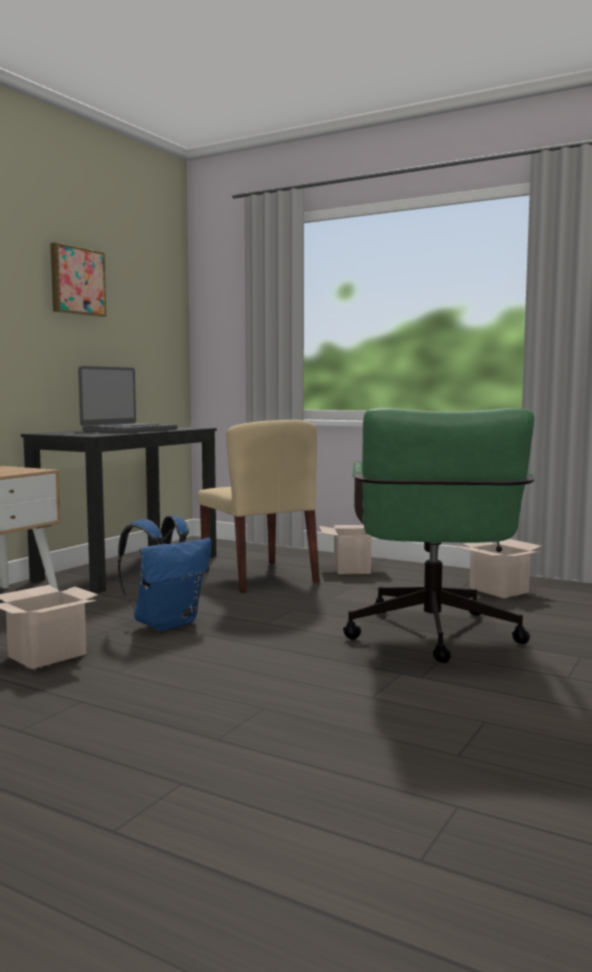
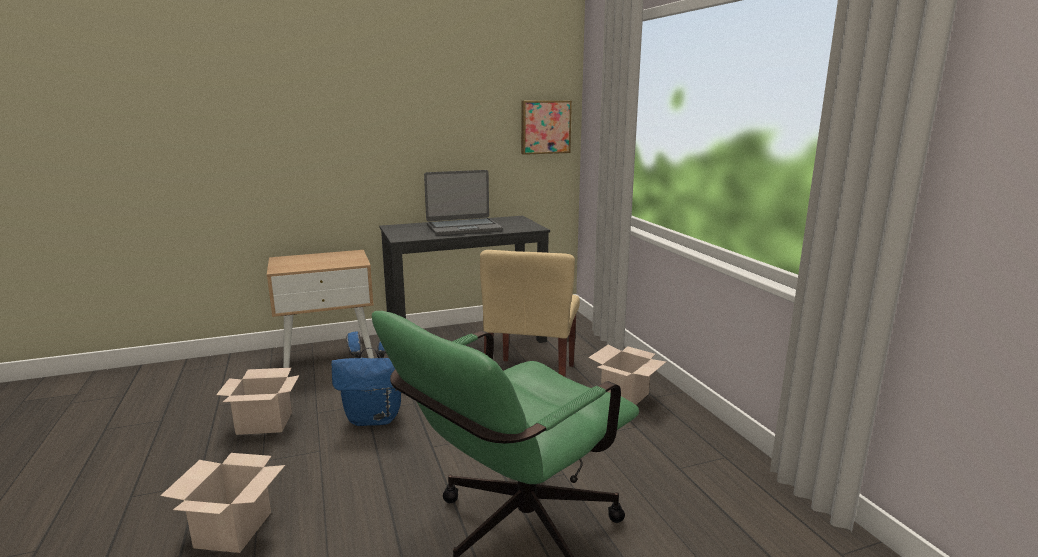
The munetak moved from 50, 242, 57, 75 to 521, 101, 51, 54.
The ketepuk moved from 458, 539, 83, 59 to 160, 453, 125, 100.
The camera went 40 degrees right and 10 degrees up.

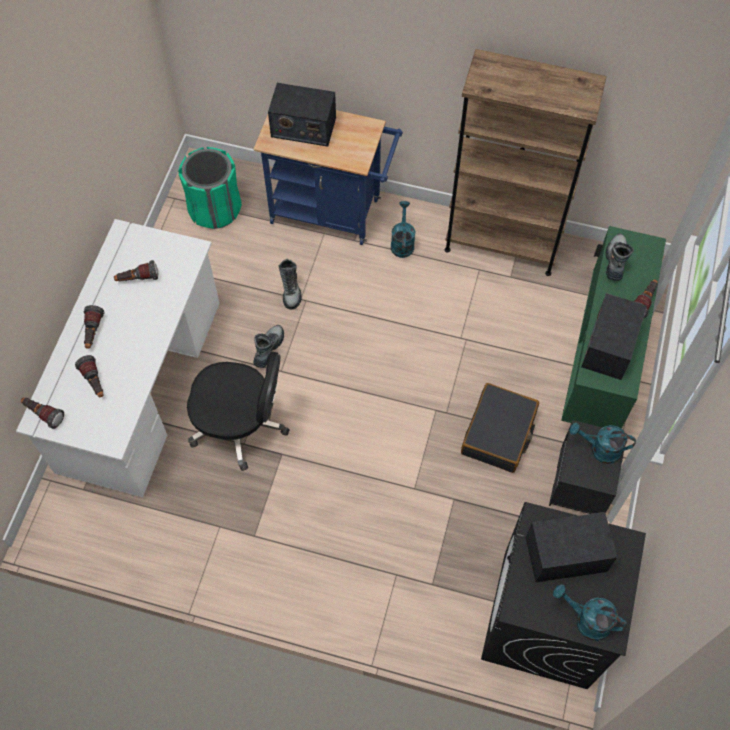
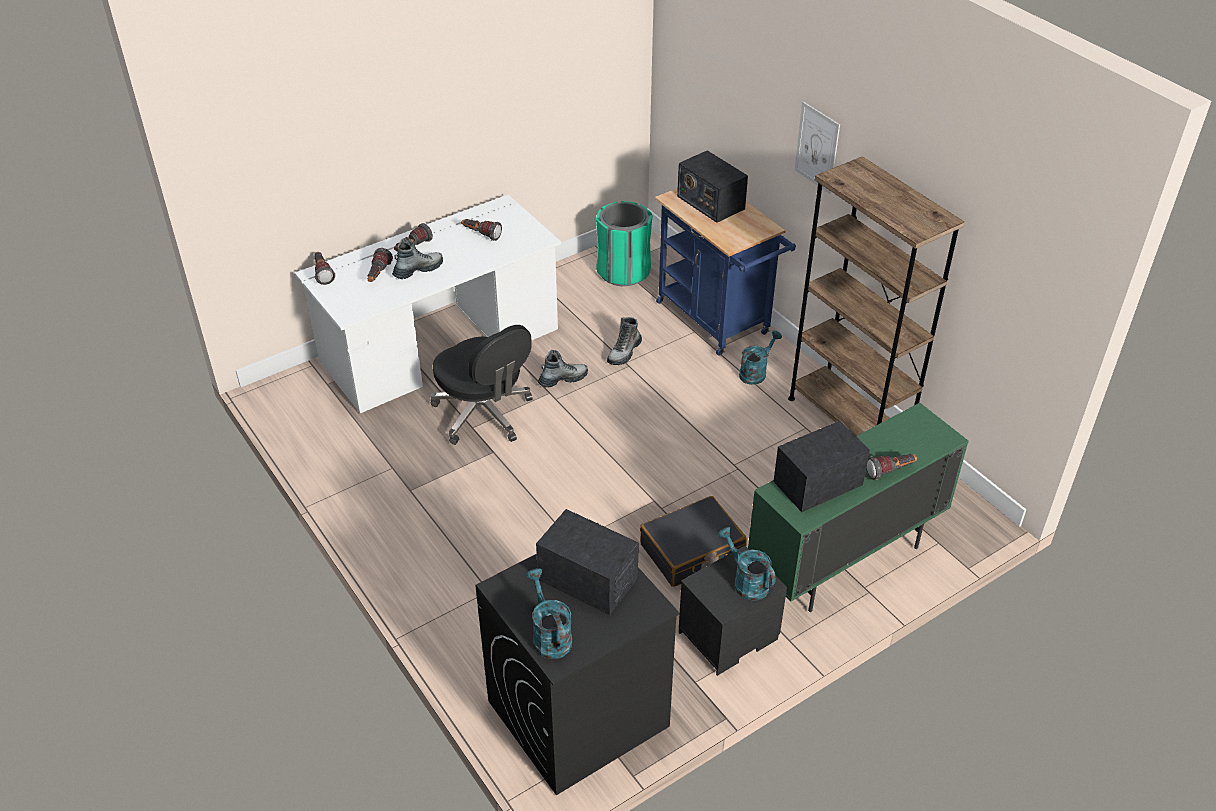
The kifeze moved from 606, 234, 28, 47 to 392, 238, 51, 41.
The munetak at 794, 102, 46, 92 appeared.
The camera went 40 degrees right and 20 degrees down.

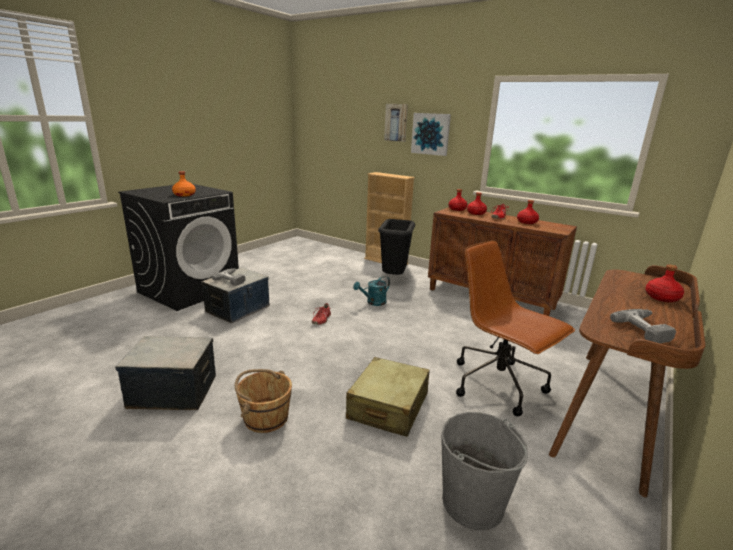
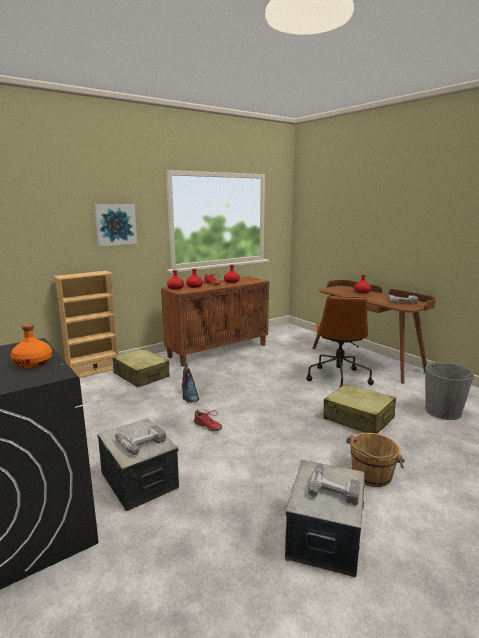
The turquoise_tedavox at 353, 276, 37, 30 was replaced by the kifeze at 182, 363, 17, 40.
The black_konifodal at 378, 219, 37, 56 was replaced by the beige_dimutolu at 113, 349, 56, 38.
The munetak at 384, 104, 24, 38 disappeared.
The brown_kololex at 456, 241, 119, 175 turned 60 degrees counterclockwise.
The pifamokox at 308, 463, 52, 42 appeared.
The camera went 70 degrees left and 5 degrees down.

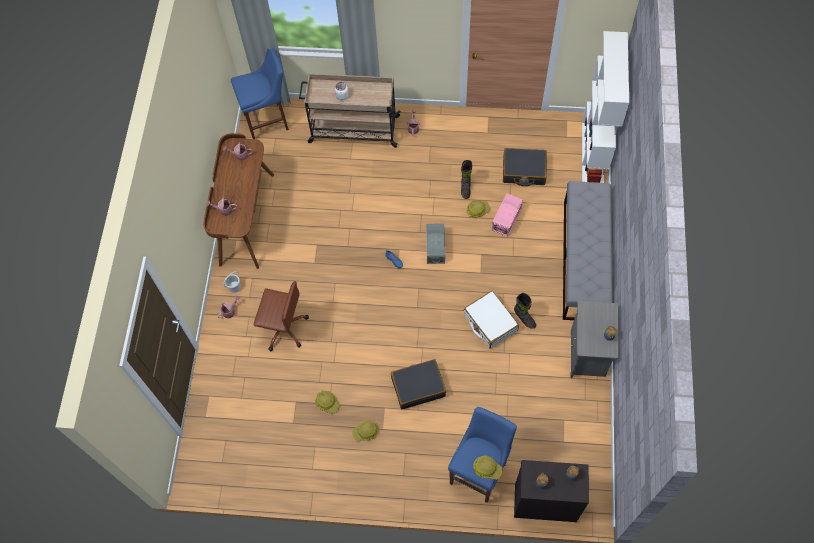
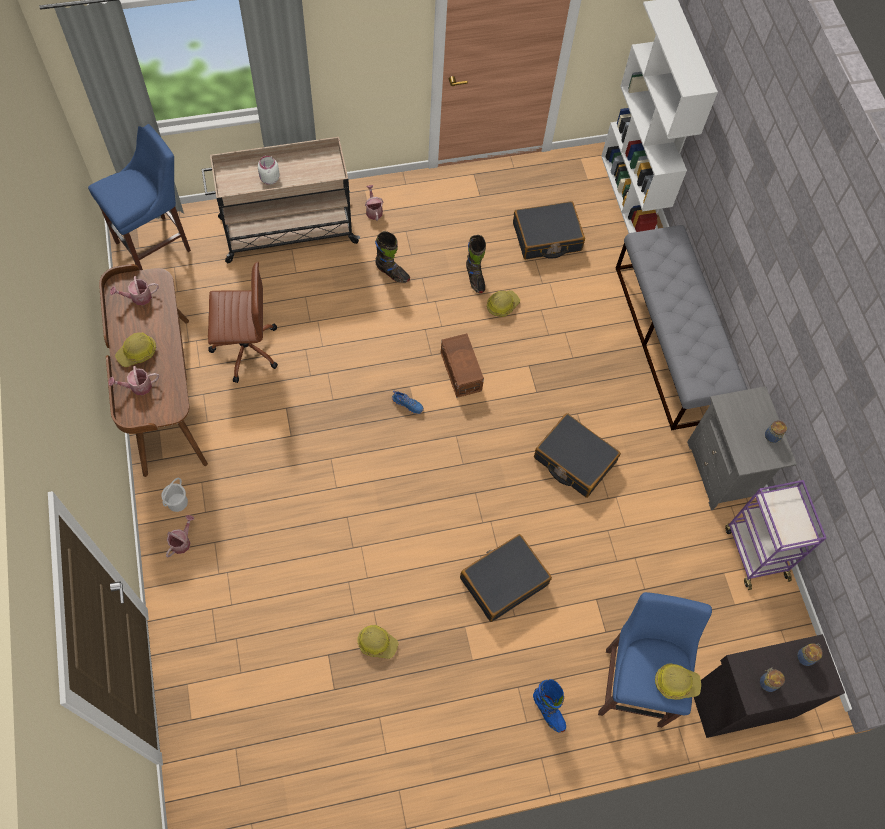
The brown_kololex moved from 254, 281, 55, 70 to 208, 262, 70, 121.
The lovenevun moved from 352, 420, 27, 22 to 115, 333, 41, 34.
The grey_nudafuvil at 426, 223, 19, 41 became the brown_nudafuvil at 441, 333, 43, 65.
The white_dimutolu at 464, 291, 55, 58 became the black_dimutolu at 534, 413, 87, 85.
The pink_nudafuvil at 492, 194, 31, 42 disappeared.
The black_kifeze moved from 514, 293, 22, 36 to 375, 231, 35, 52.
The blue_kifeze at 533, 679, 33, 54 appeared.
The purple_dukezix at 725, 480, 101, 110 appeared.
The camera went 25 degrees left and 0 degrees up.

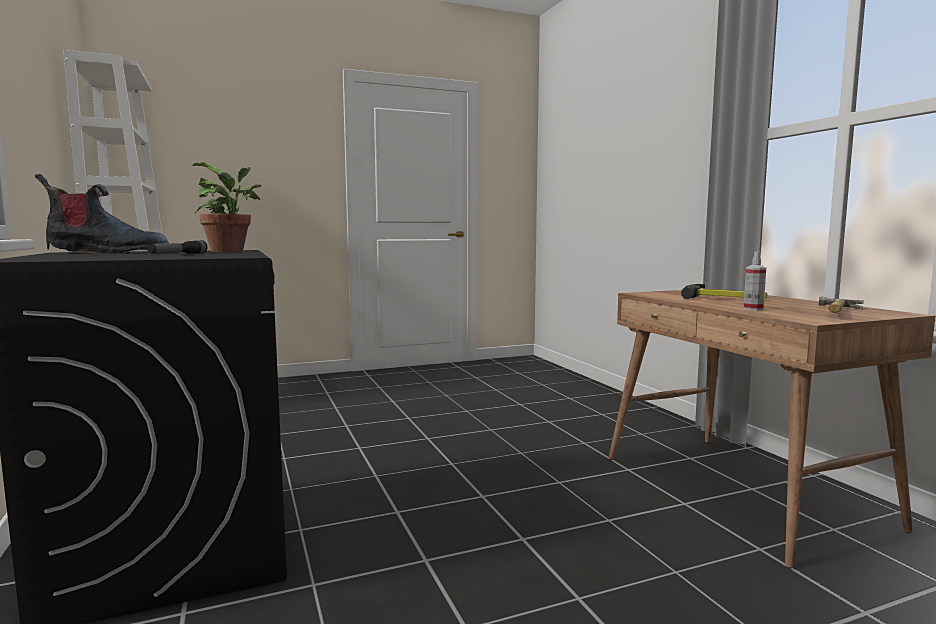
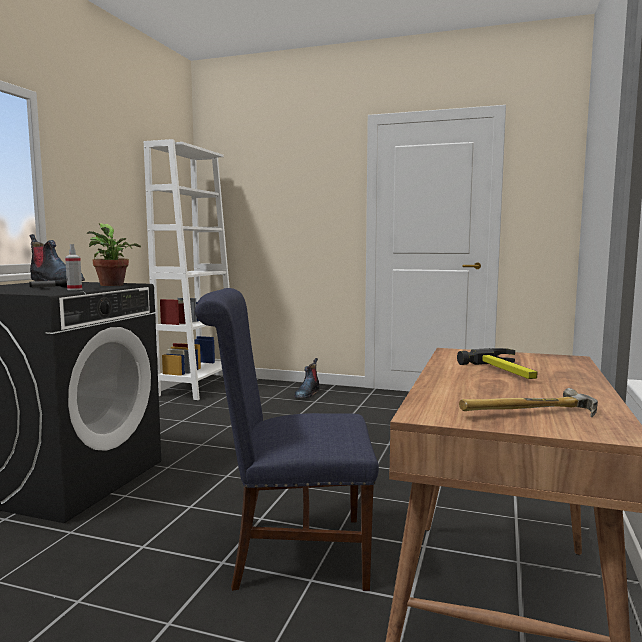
The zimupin moved from 743, 251, 23, 60 to 65, 244, 17, 46.
The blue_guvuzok at 195, 288, 184, 303 appeared.
The kifeze at 294, 358, 26, 40 appeared.
The camera went 40 degrees right and 0 degrees up.

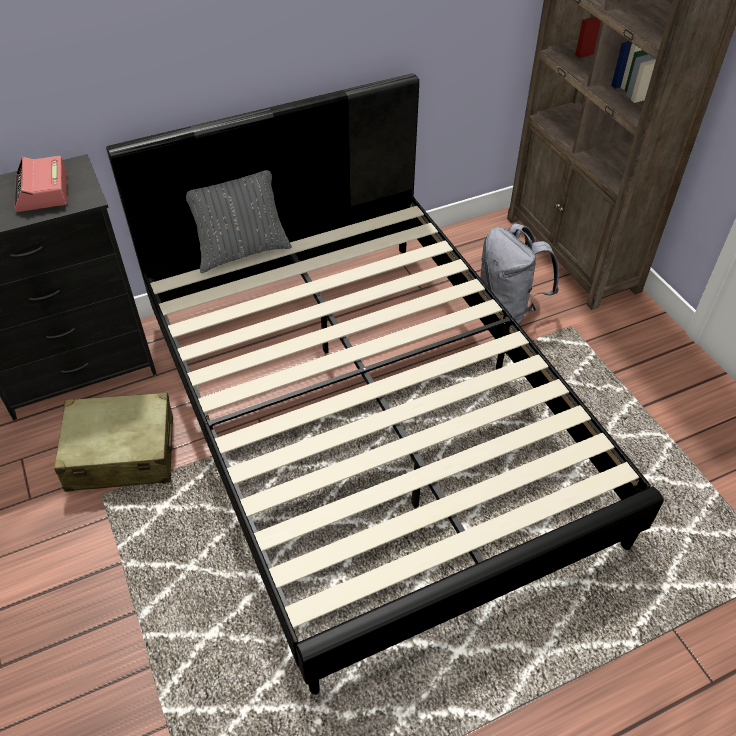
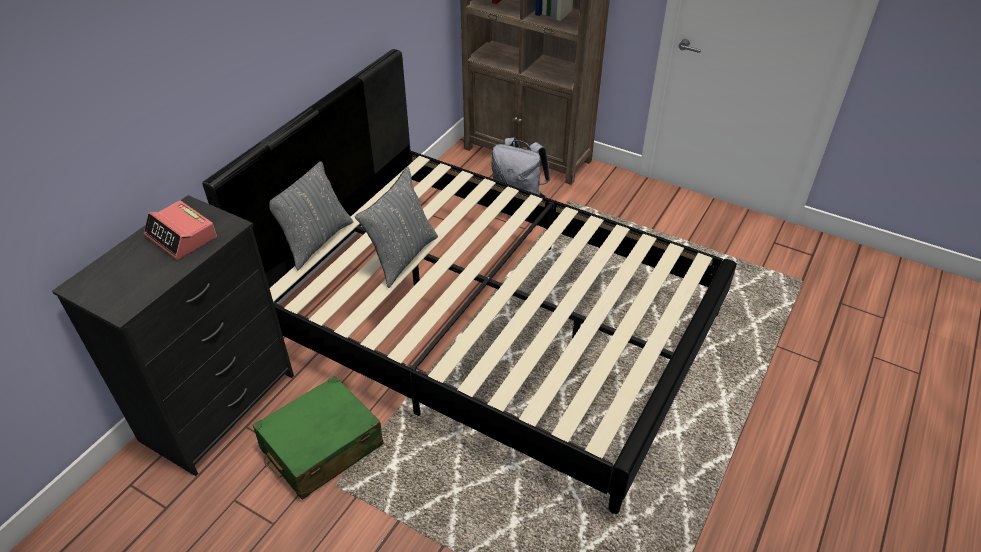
The beige_dimutolu at 54, 392, 119, 100 became the green_dimutolu at 253, 376, 131, 124.
The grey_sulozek at 355, 166, 83, 122 appeared.
The camera went 35 degrees left and 5 degrees down.

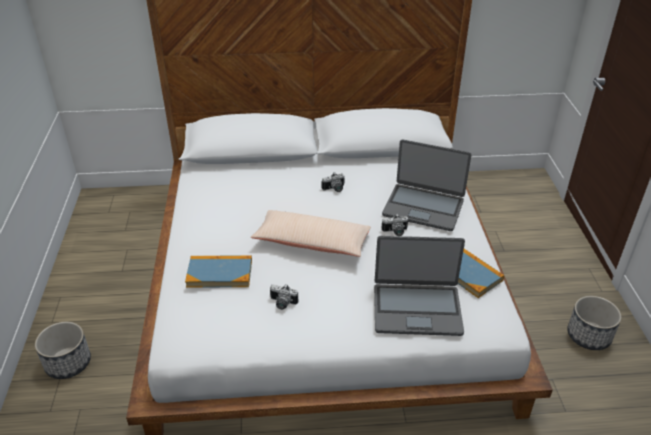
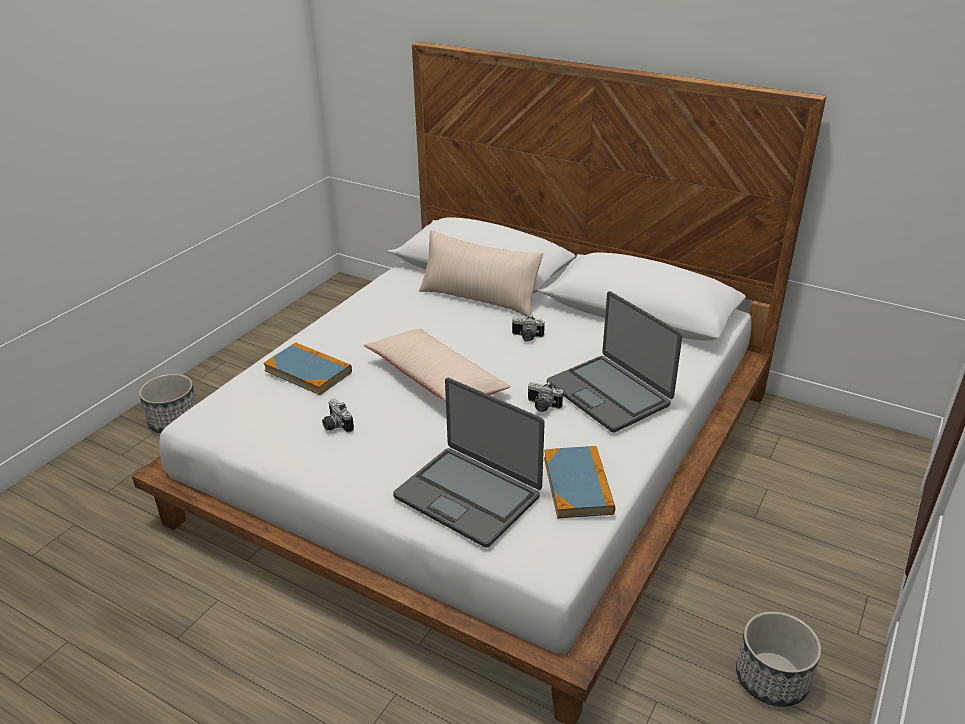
The beige_sulozek at 419, 230, 124, 87 appeared.
The camera went 35 degrees right and 5 degrees down.

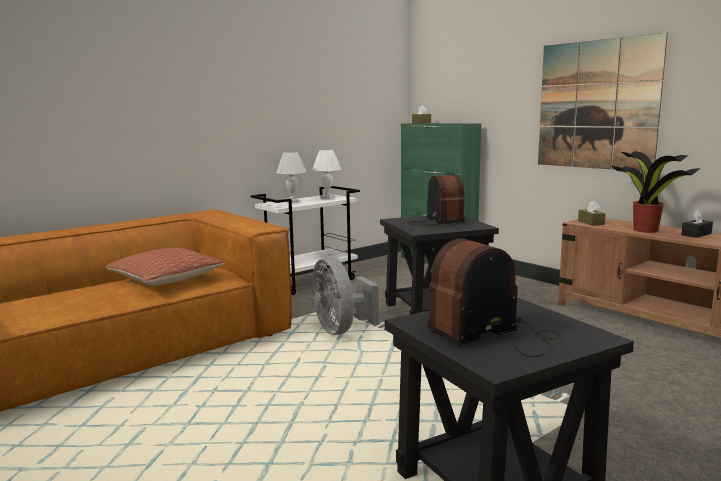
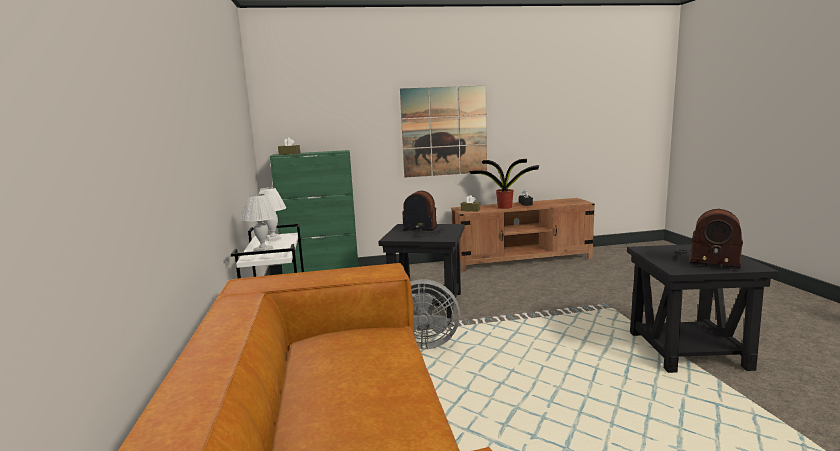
The sulozek at 106, 247, 119, 38 disappeared.
The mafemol at 427, 239, 133, 118 turned 60 degrees counterclockwise.
The camera went 60 degrees left and 0 degrees up.

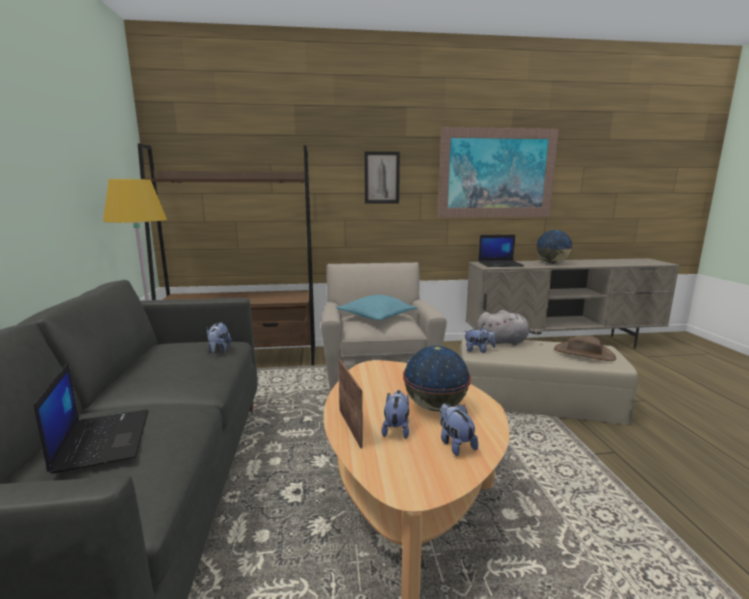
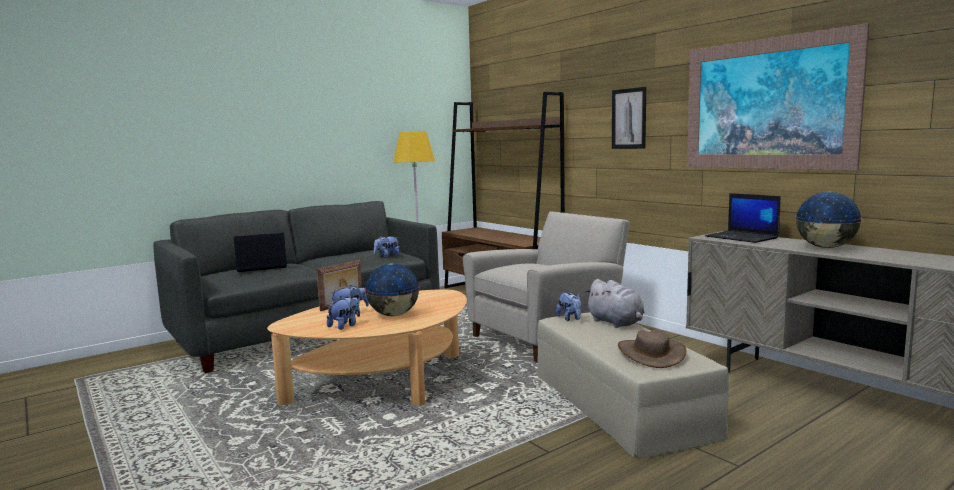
The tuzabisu at 34, 363, 115, 111 turned 150 degrees counterclockwise.
The turquoise_sulozek at 336, 295, 81, 26 disappeared.
The camera went 60 degrees right and 5 degrees down.

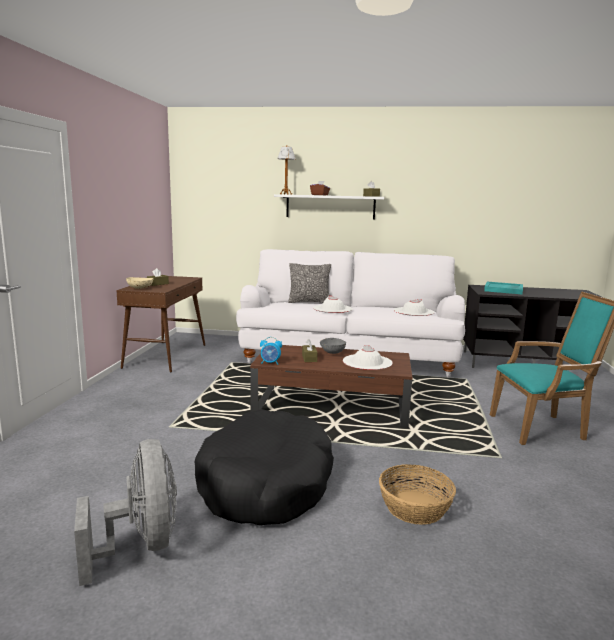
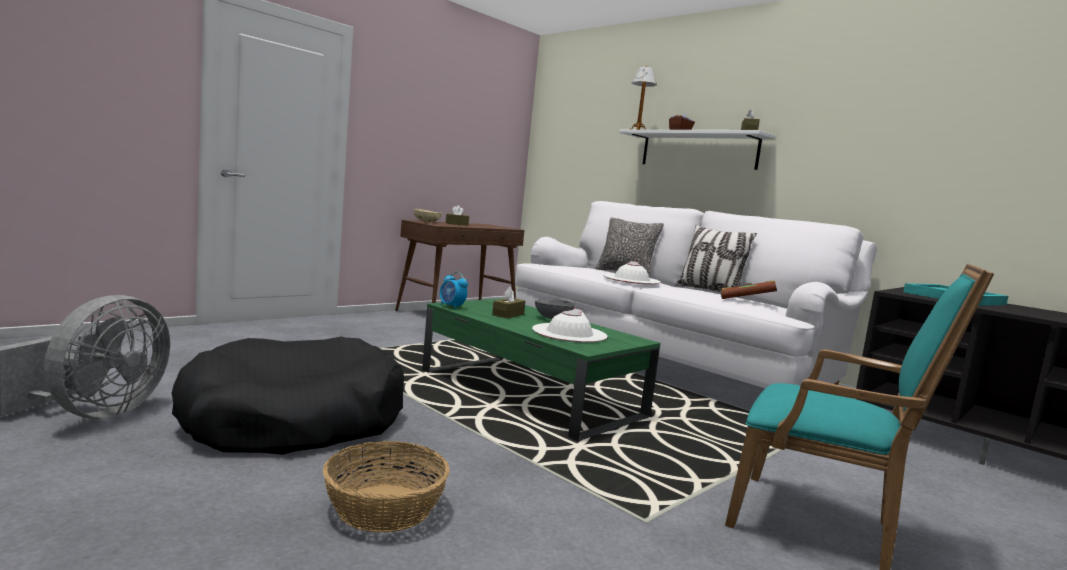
The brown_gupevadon at 250, 345, 162, 83 became the green_gupevadon at 422, 298, 238, 143.
The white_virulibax at 394, 299, 41, 17 was replaced by the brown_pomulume at 721, 280, 56, 19.
The sulozek at 676, 225, 81, 67 appeared.
The camera went 35 degrees right and 5 degrees down.

